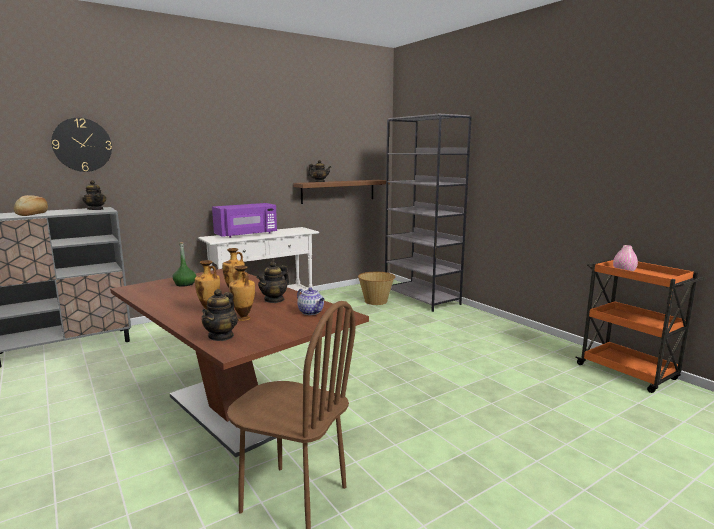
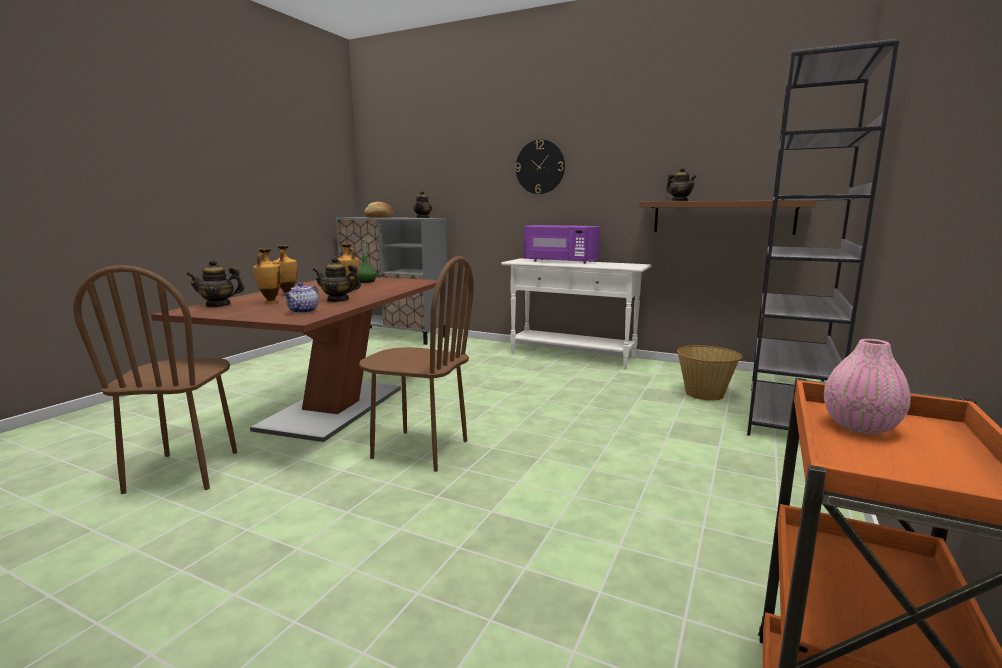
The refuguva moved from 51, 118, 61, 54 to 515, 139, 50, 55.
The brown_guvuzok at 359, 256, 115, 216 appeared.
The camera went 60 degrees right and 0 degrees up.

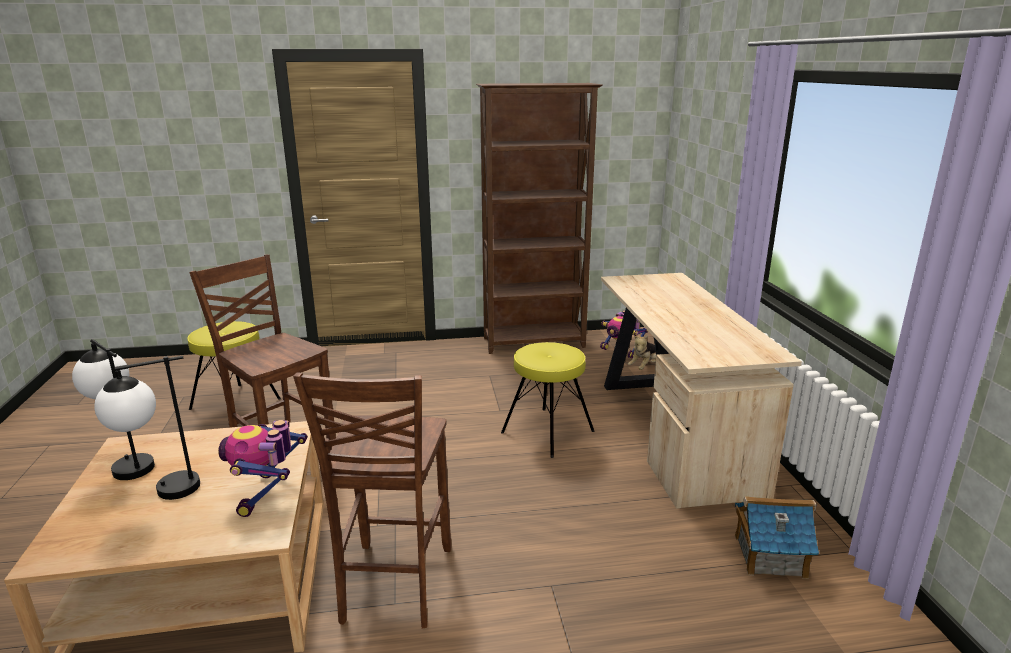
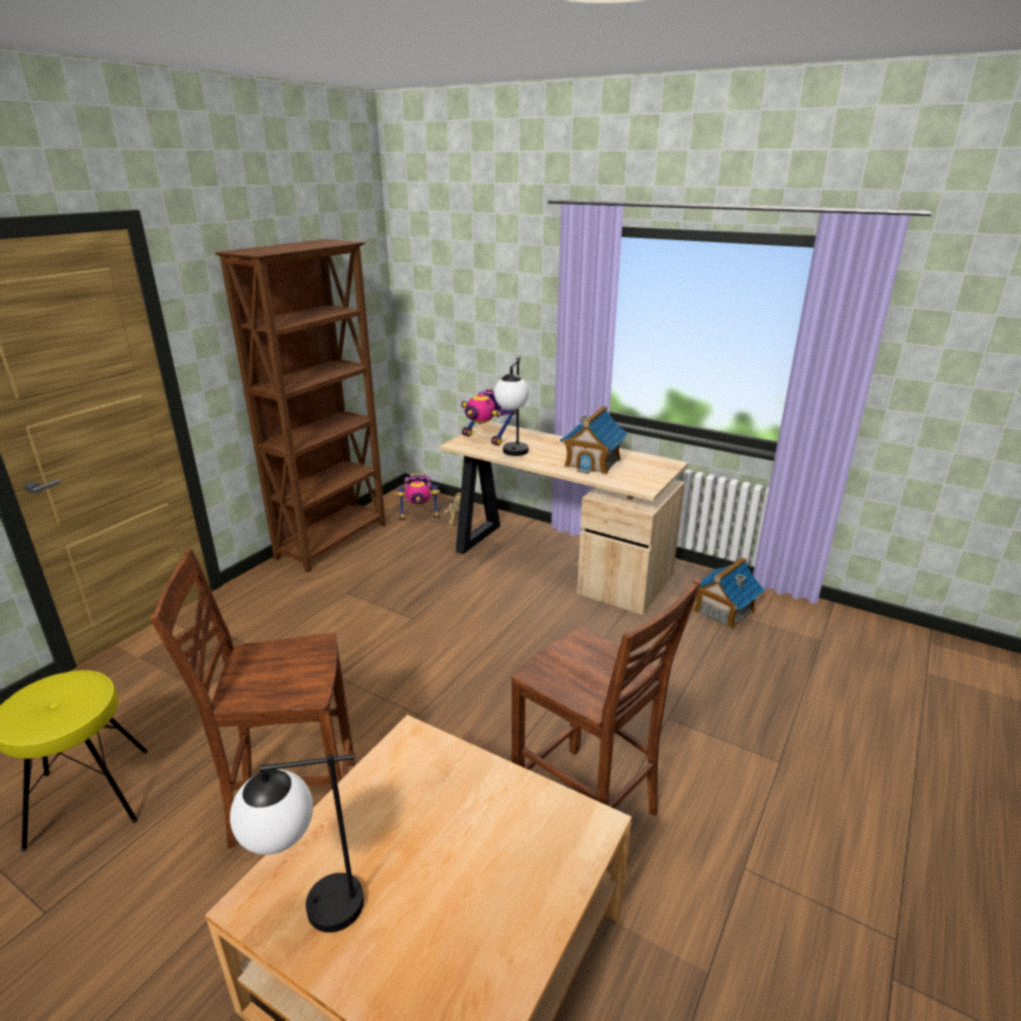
The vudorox moved from 94, 356, 106, 144 to 494, 357, 35, 99.
The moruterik moved from 218, 420, 90, 97 to 461, 388, 56, 58.
The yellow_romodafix at 501, 342, 94, 116 disappeared.
The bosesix at 560, 406, 68, 68 appeared.
The camera went 50 degrees left and 5 degrees up.

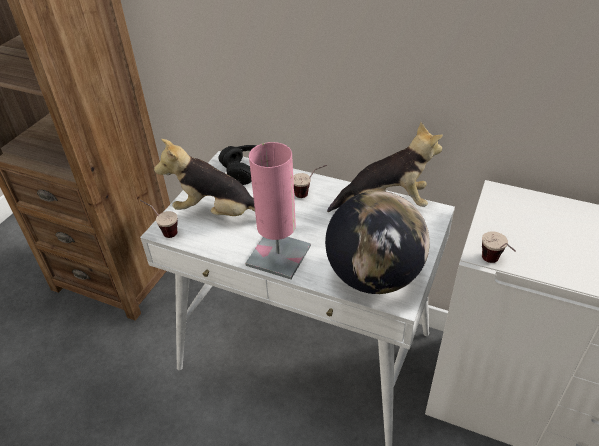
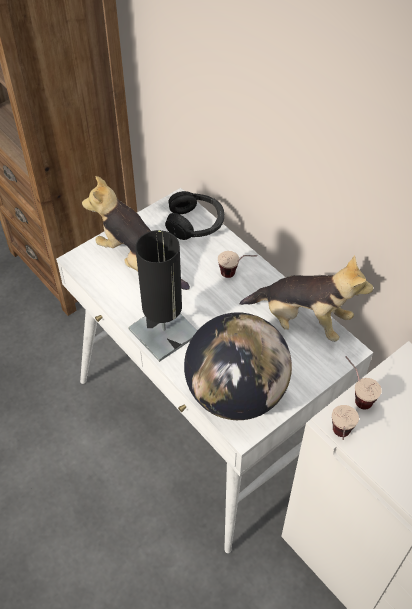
The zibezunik moved from 140, 200, 37, 38 to 346, 356, 36, 53.
The pink_vudorox at 245, 142, 66, 137 became the black_vudorox at 128, 230, 70, 132.
The camera went 25 degrees right and 10 degrees up.

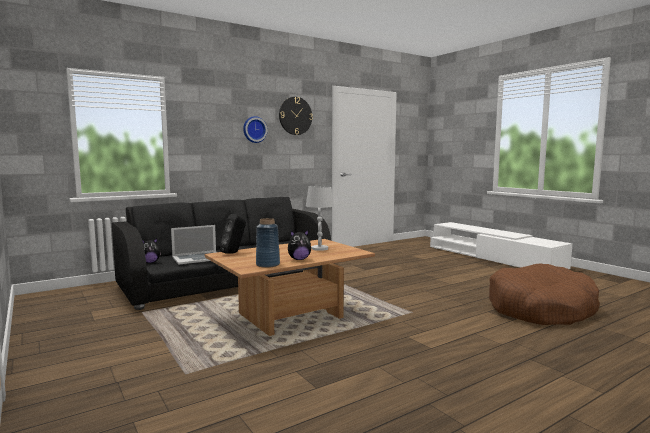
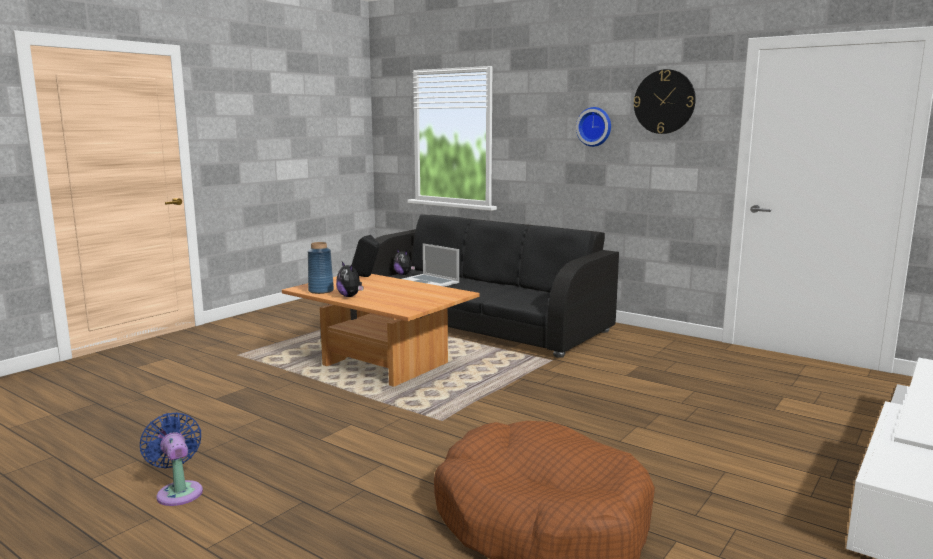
The white_vudorox at 306, 186, 28, 65 disappeared.
The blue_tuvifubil at 140, 412, 63, 94 appeared.
The camera went 70 degrees right and 5 degrees up.

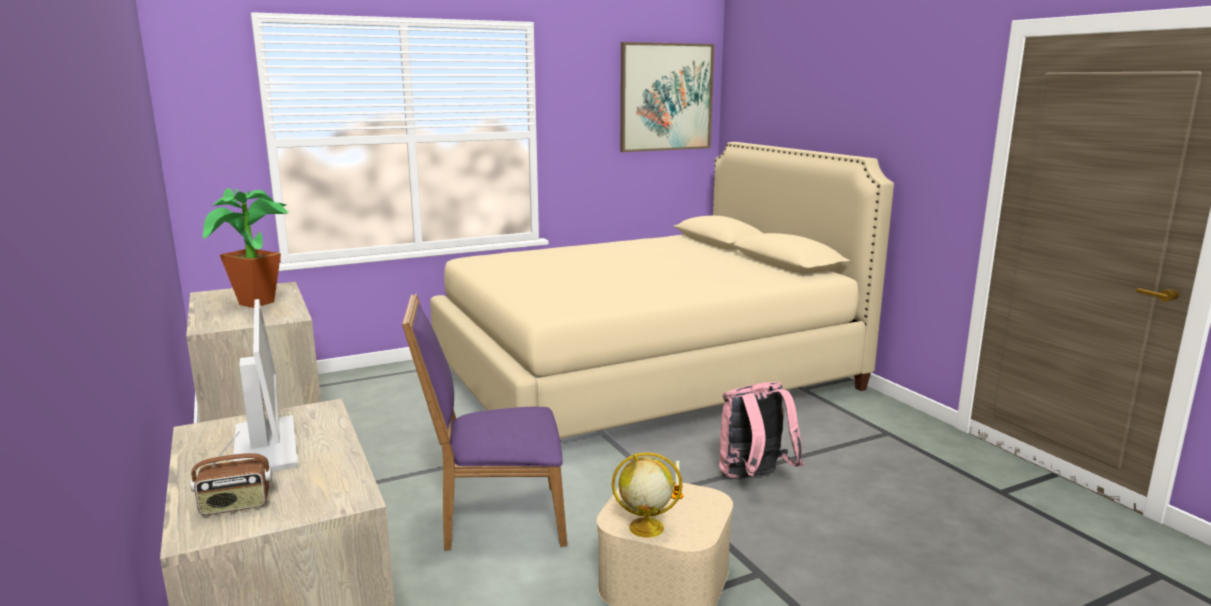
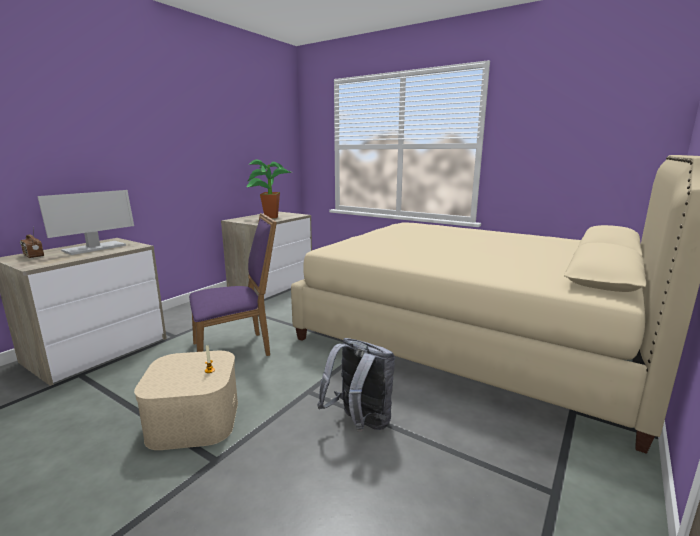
The purple_guvuzok at 402, 294, 165, 257 turned 105 degrees clockwise.
The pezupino at 612, 452, 71, 86 disappeared.
The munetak at 620, 42, 95, 110 disappeared.
The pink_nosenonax at 719, 382, 85, 97 became the grey_nosenonax at 317, 338, 78, 94.
The camera went 60 degrees right and 0 degrees up.

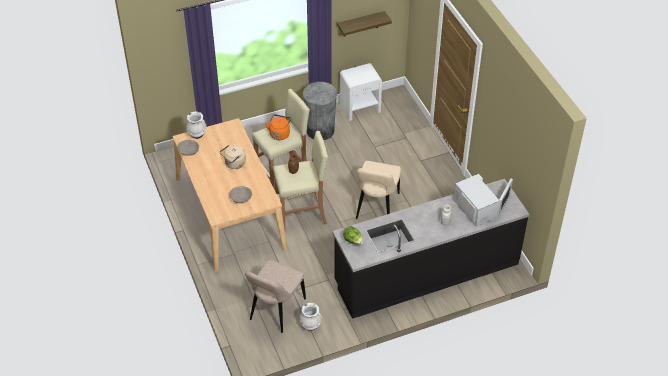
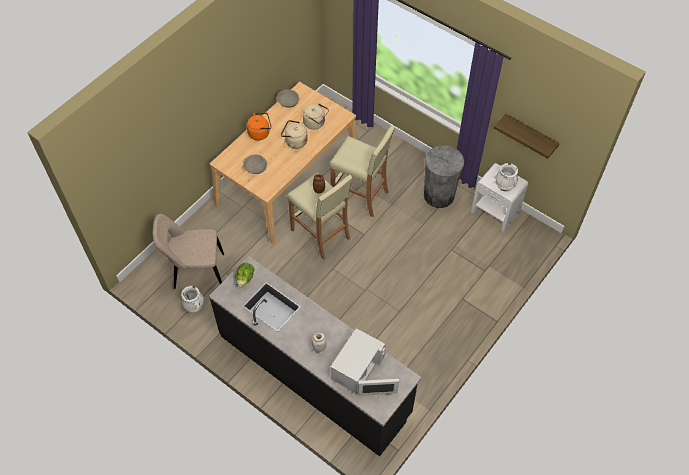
The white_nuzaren moved from 186, 112, 20, 27 to 495, 163, 23, 28.
The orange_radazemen moved from 265, 114, 27, 26 to 247, 112, 24, 29.
The beige_guvuzok at 356, 161, 45, 58 disappeared.
The beige_radazemen at 303, 103, 26, 27 appeared.
The camera went 60 degrees right and 10 degrees up.

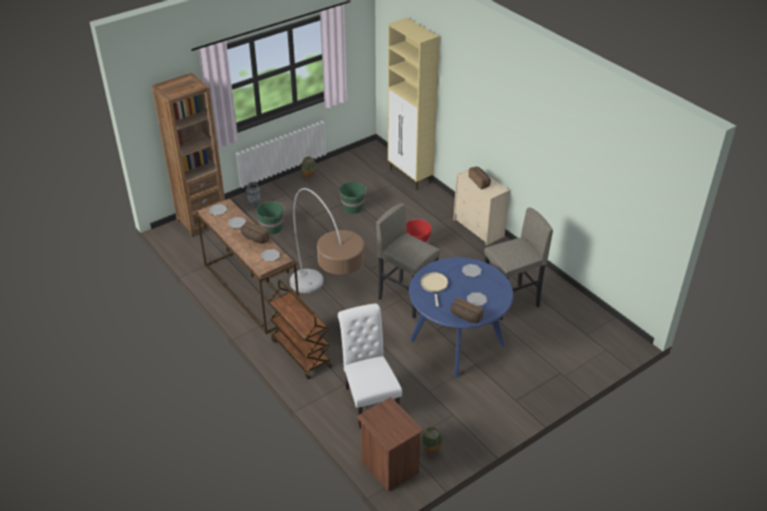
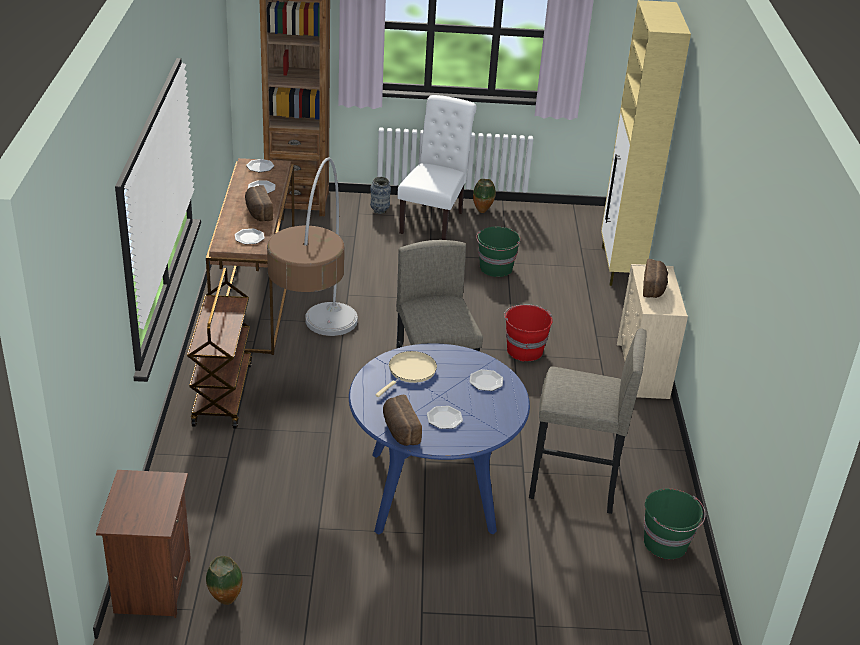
The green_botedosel moved from 256, 201, 29, 34 to 644, 489, 61, 70.
The white_guvuzok moved from 338, 304, 64, 125 to 397, 95, 80, 145.
The camera went 35 degrees right and 5 degrees down.

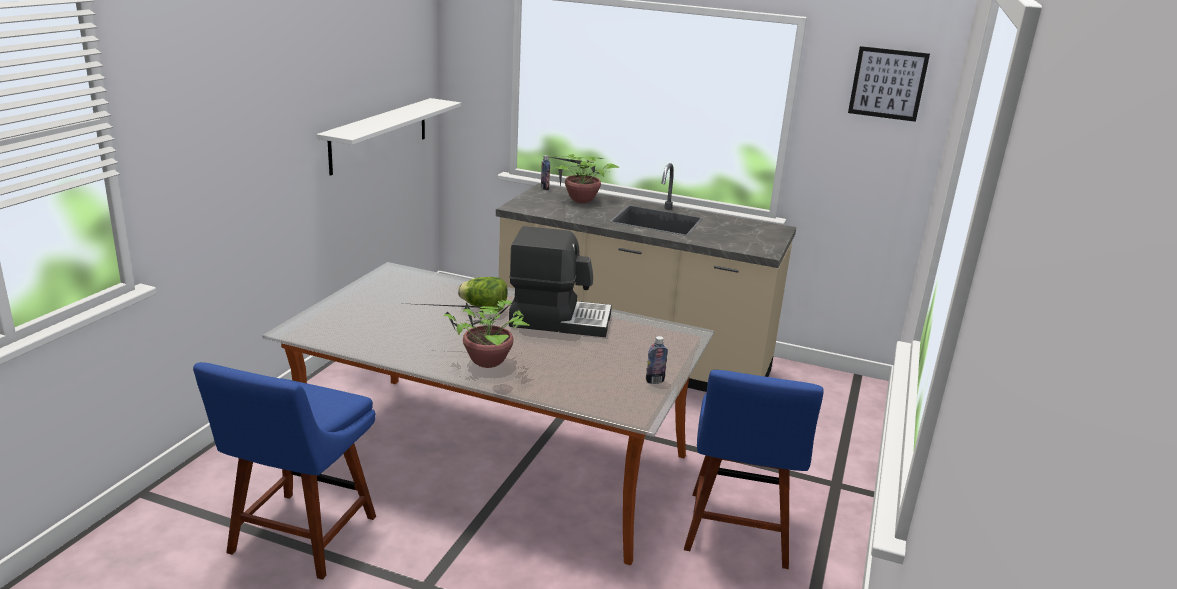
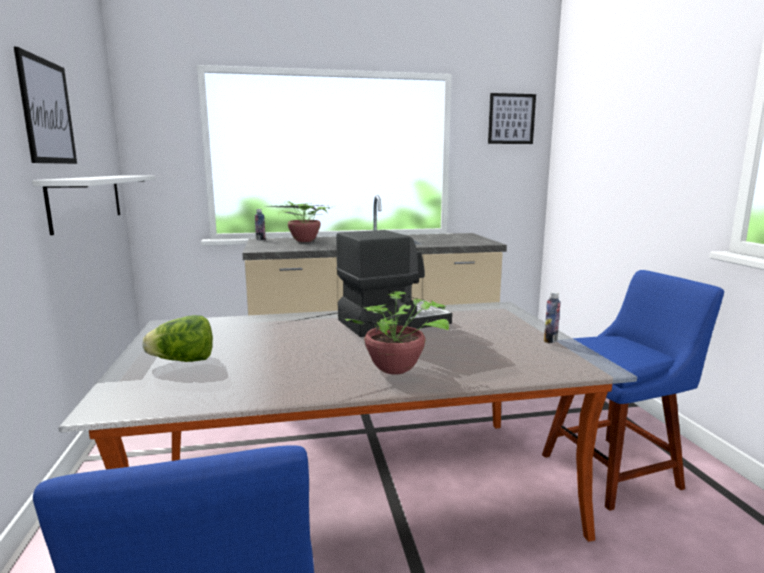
The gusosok moved from 458, 277, 50, 35 to 142, 315, 71, 47.
The blue_guvuzok at 684, 370, 140, 199 turned 90 degrees counterclockwise.
The munetak at 14, 47, 63, 117 appeared.
The camera went 30 degrees left and 10 degrees down.

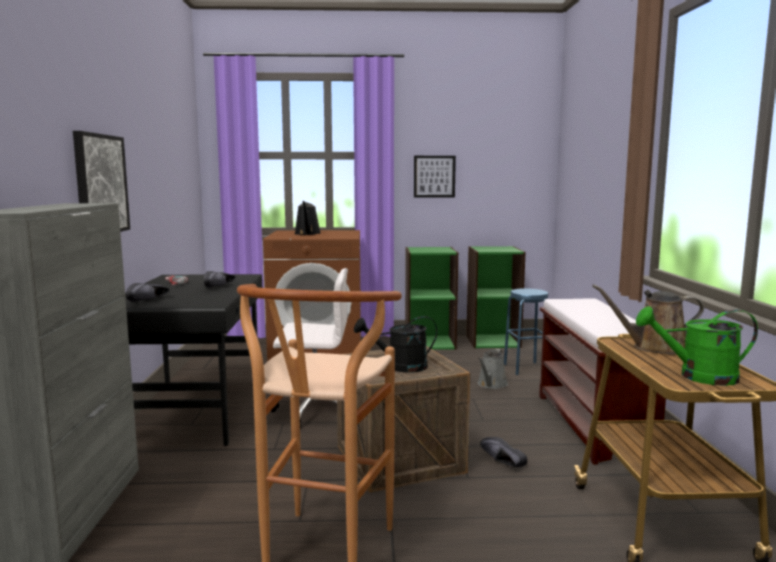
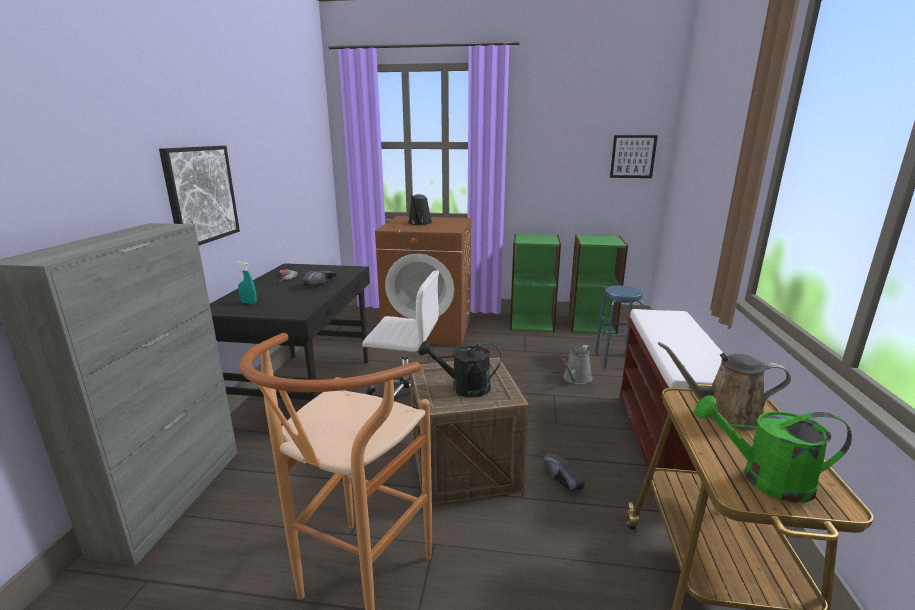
The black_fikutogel at 126, 283, 44, 19 was replaced by the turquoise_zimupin at 236, 261, 21, 43.
The munetak moved from 414, 156, 42, 42 to 610, 135, 48, 43.
The camera went 10 degrees right and 10 degrees up.

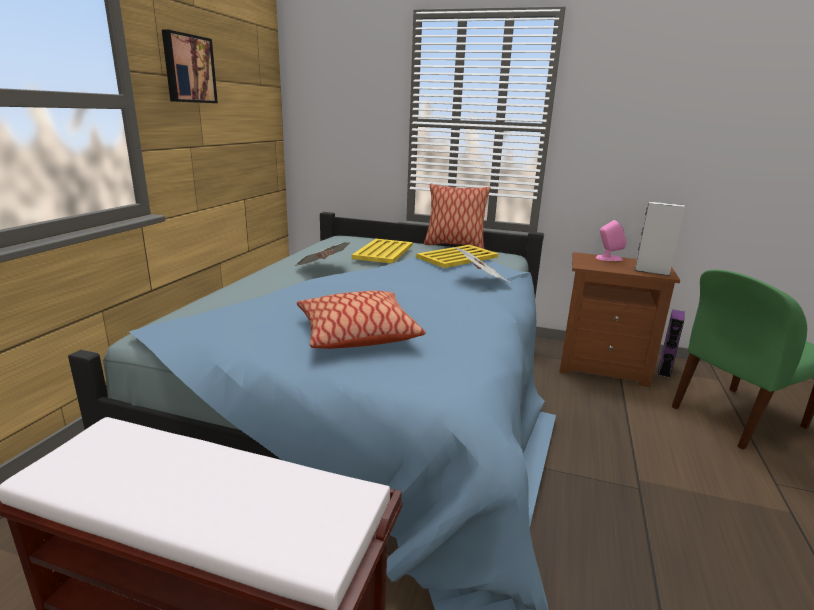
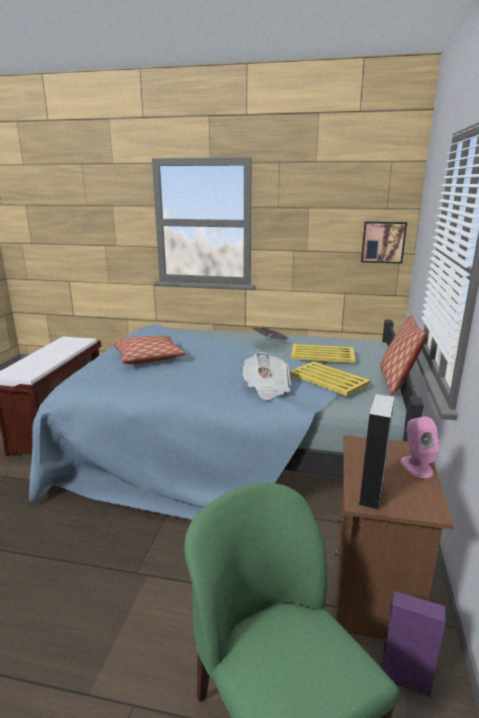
The munetak moved from 162, 30, 56, 73 to 361, 221, 46, 43.
The camera went 85 degrees right and 0 degrees up.

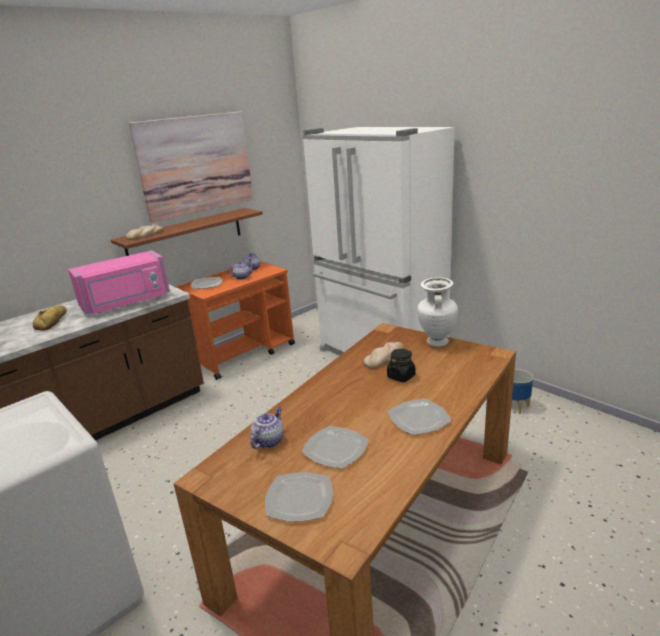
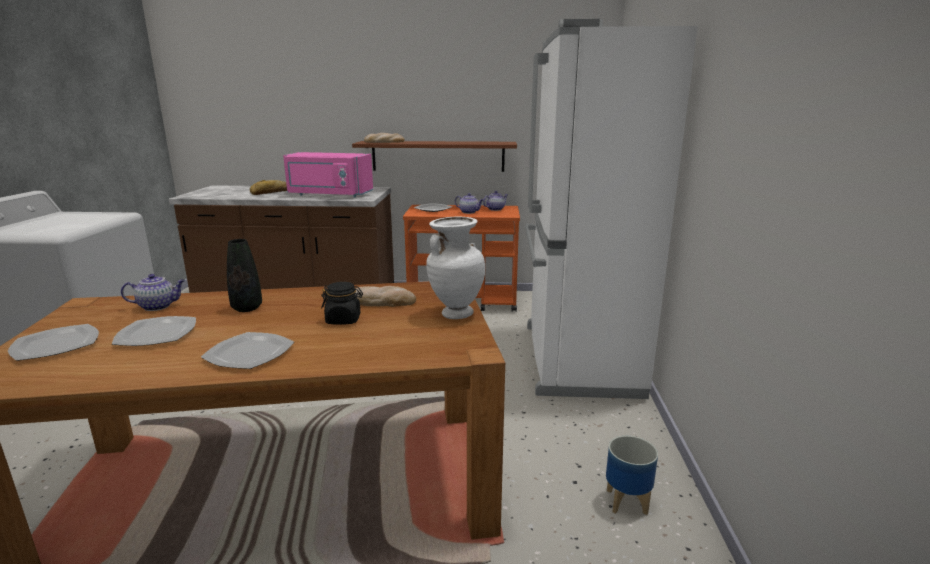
The munetak at 129, 112, 124, 110 disappeared.
The black_nuzaren at 227, 239, 35, 73 appeared.
The camera went 45 degrees right and 5 degrees down.

